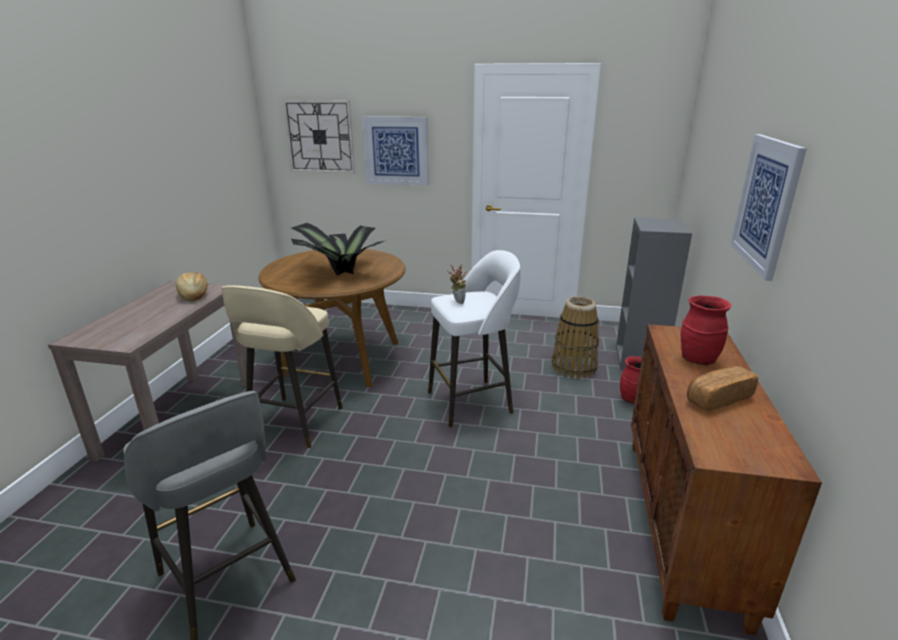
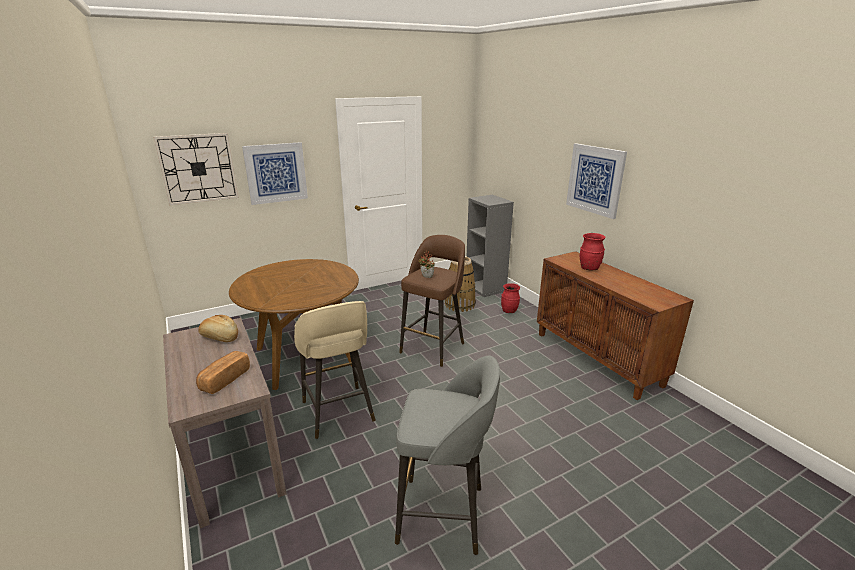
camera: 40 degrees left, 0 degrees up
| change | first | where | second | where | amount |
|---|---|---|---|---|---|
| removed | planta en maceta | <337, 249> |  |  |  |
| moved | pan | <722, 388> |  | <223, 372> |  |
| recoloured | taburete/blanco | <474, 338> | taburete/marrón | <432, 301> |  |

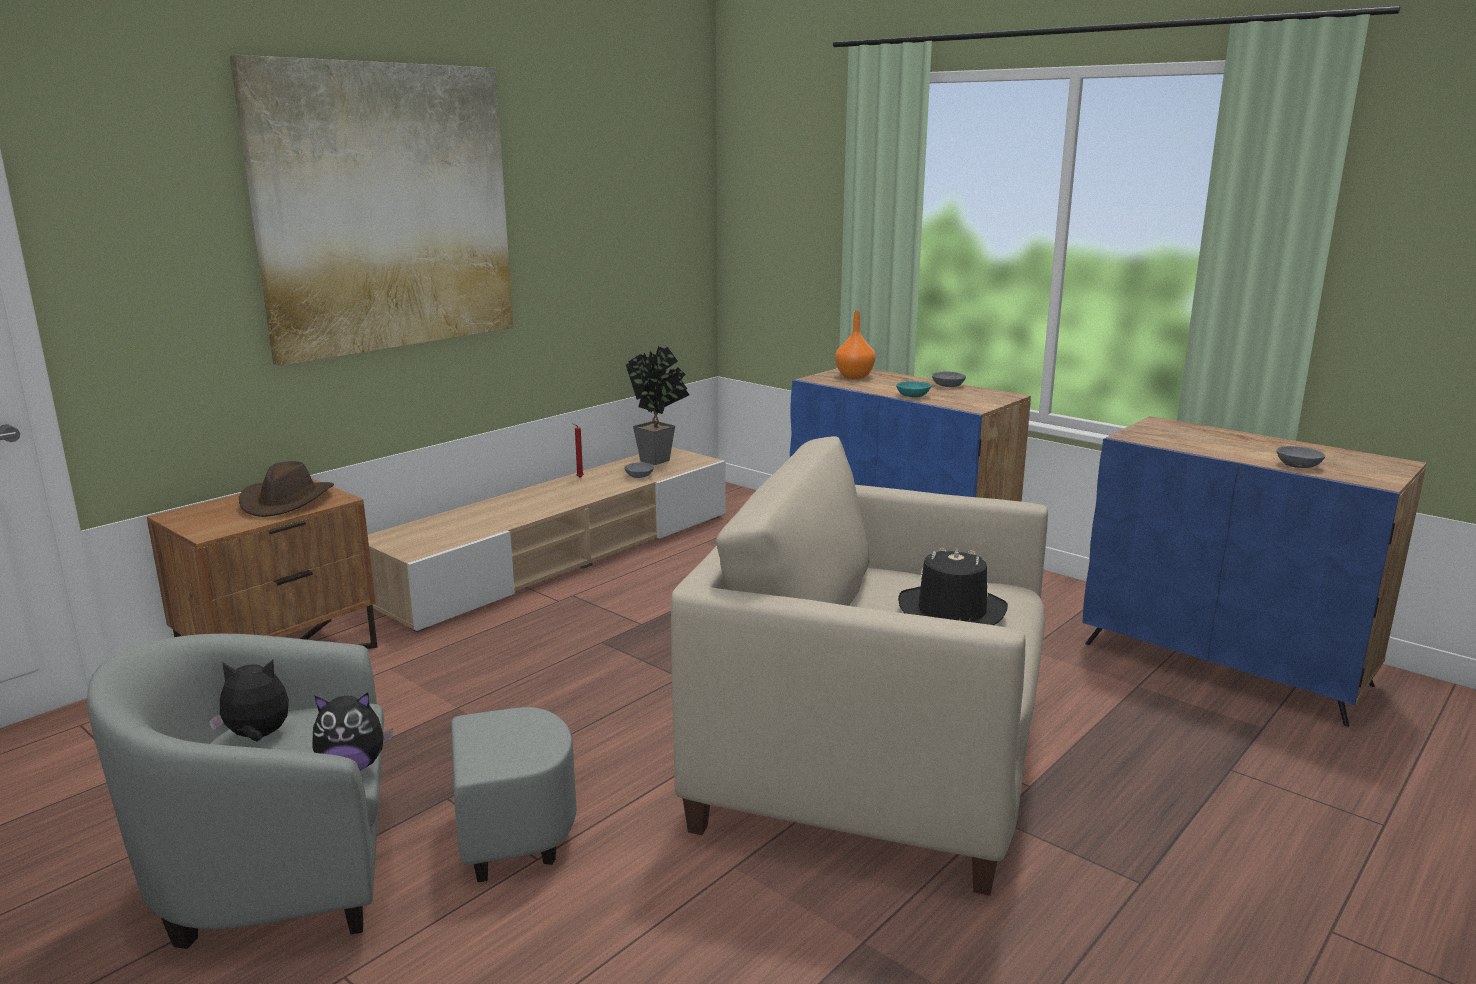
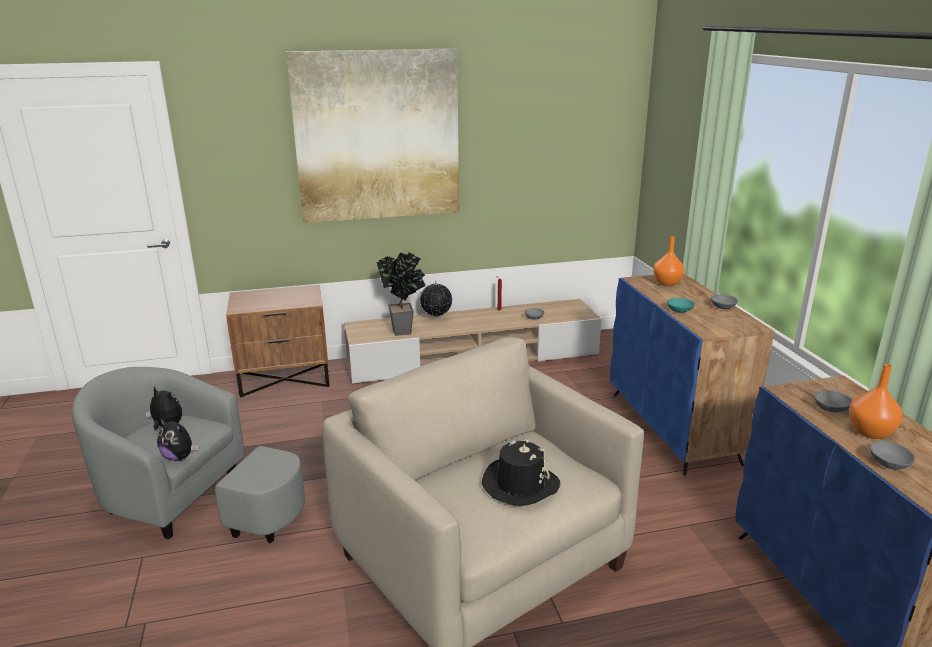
camera: 35 degrees right, 5 degrees up
| change | first | where | second | where | amount |
|---|---|---|---|---|---|
| removed | sombrero/marrón | <286, 489> |  |  |  |
| added |  |  | globo terráqueo | <436, 298> |  |
| added |  |  | cuenco/gris | <833, 401> |  |
| added |  |  | florero/naranja | <876, 401> |  |
| moved | planta en maceta | <658, 405> |  | <401, 294> |  |

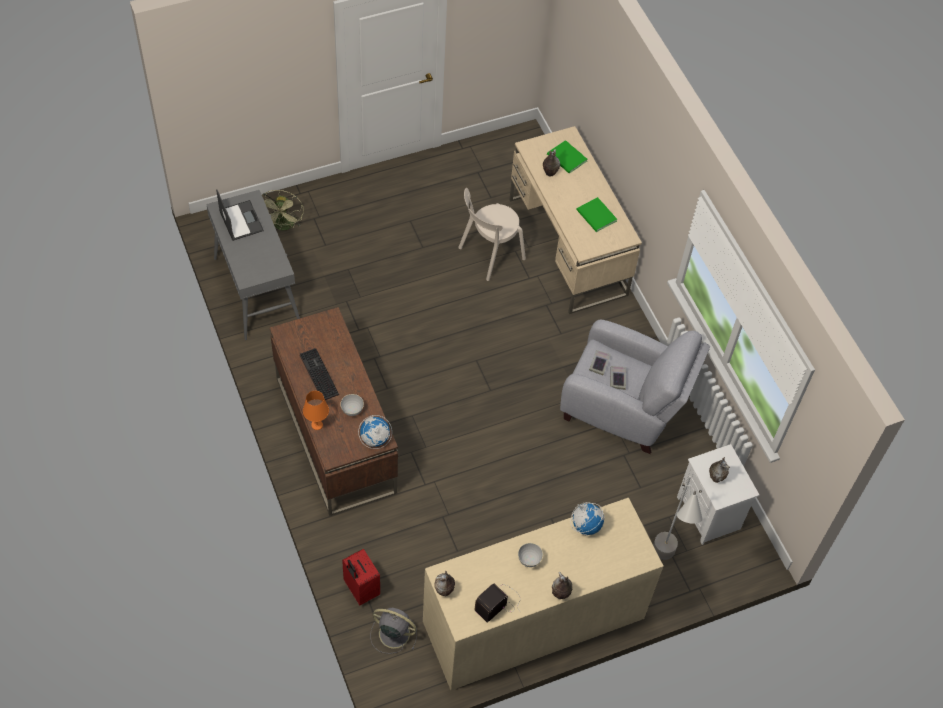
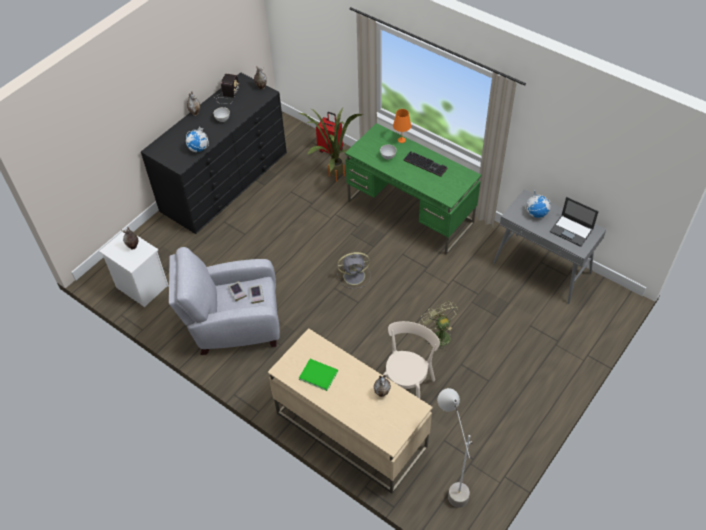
camera: 155 degrees right, 5 degrees down
| change | first | where | second | where | amount |
|---|---|---|---|---|---|
| removed | libro/verde | <567, 157> |  |  |  |
| added |  |  | planta en maceta | <331, 145> |  |
| moved | ventilador/verde | <283, 210> |  | <438, 326> |  |
| moved | globo terráqueo | <375, 432> |  | <537, 204> |  |
| moved | ventilador/gris | <393, 631> |  | <354, 270> |  |
| moved | lámpara de pie/gris | <678, 518> |  | <456, 448> |  |
| recoloured | escritorio/marrón | <334, 411> | escritorio/verde | <413, 189> |  |
| recoloured | cómoda/beis | <543, 594> | cómoda/negro | <214, 153> |  |

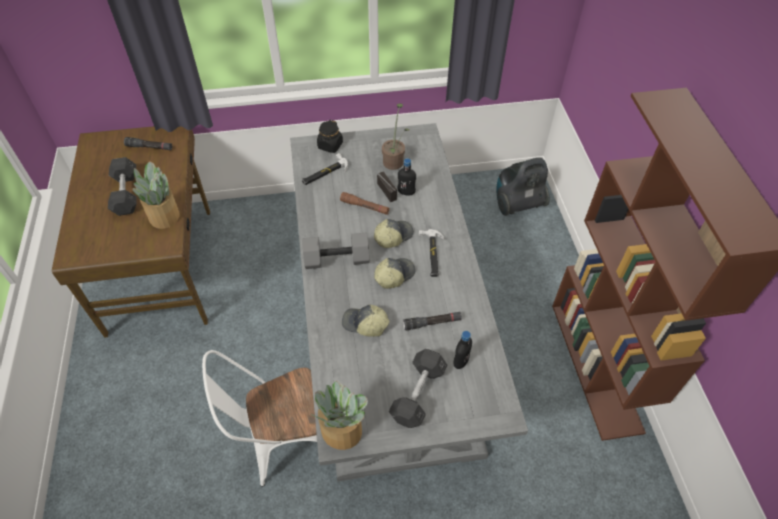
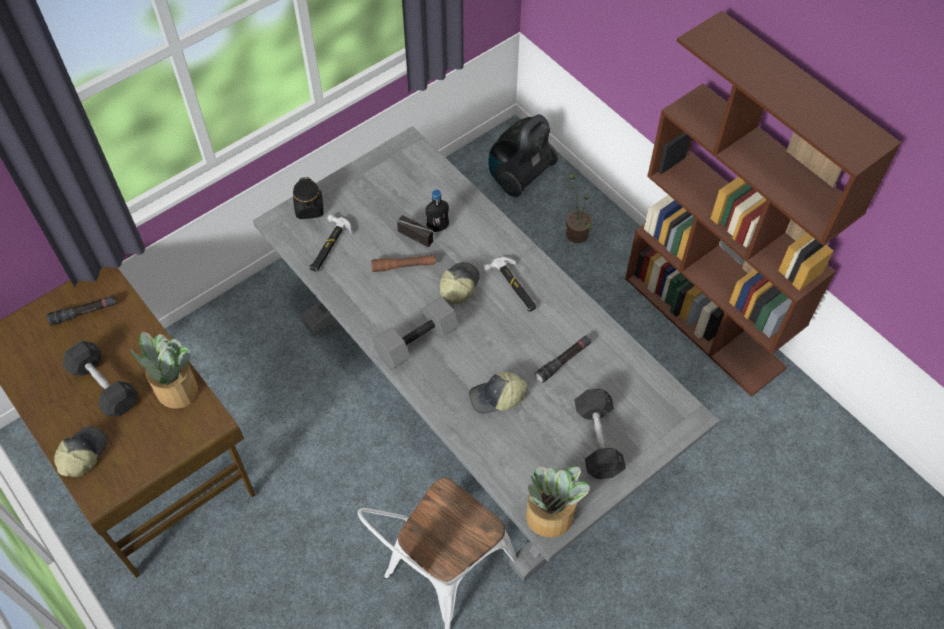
camera: 30 degrees left, 5 degrees up
| change | first | where | second | where | amount |
|---|---|---|---|---|---|
| removed | botella/negro | <463, 350> |  |  |  |
| moved | gorra | <394, 273> |  | <81, 452> |  |
| moved | planta en maceta | <396, 136> |  | <579, 208> |  |

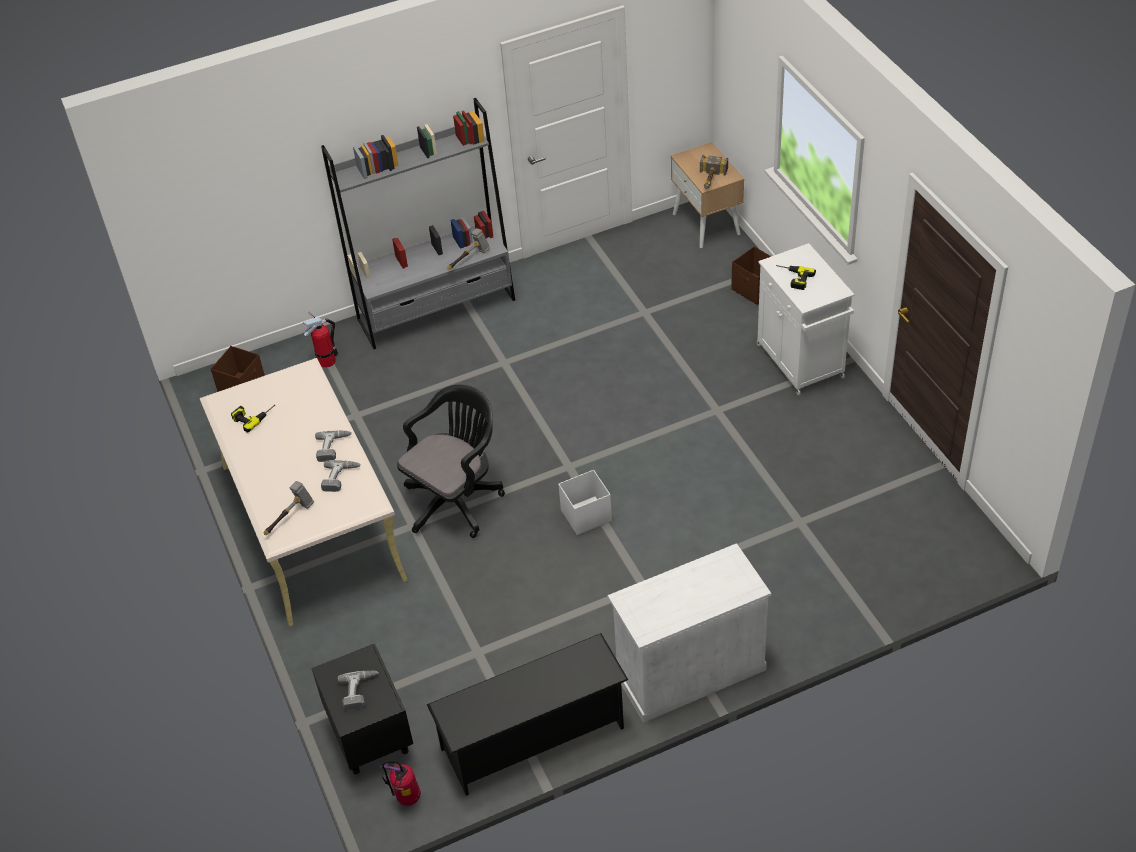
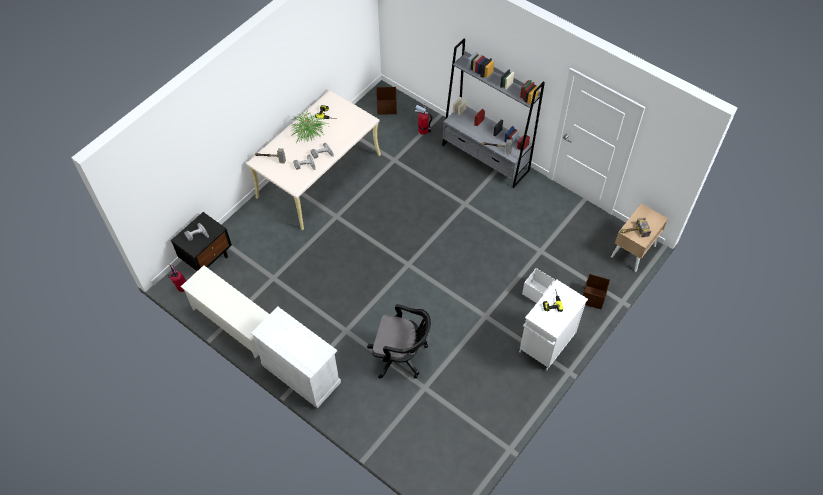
camera: 60 degrees right, 10 degrees up
| change | first | where | second | where | amount |
|---|---|---|---|---|---|
| added |  |  | planta en maceta | <309, 128> |  |
| moved | silla de oficina/negro | <451, 461> |  | <399, 341> |  |
| moved | caja de almacenaje/blanco | <585, 502> |  | <538, 285> |  |
| recoloured | zapatero/negro | <527, 714> | zapatero/blanco | <225, 311> |  |

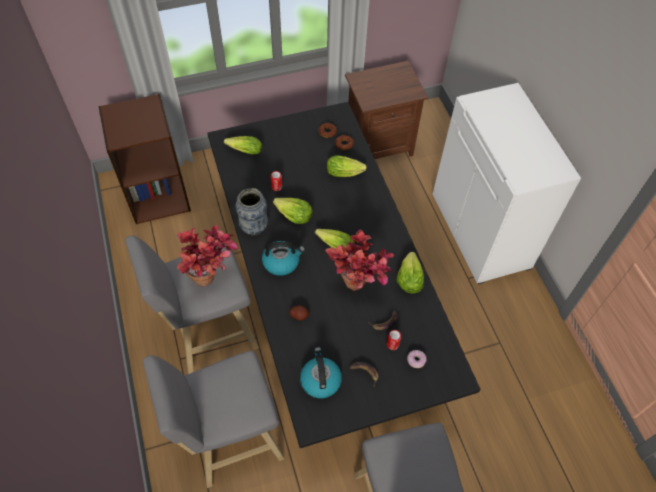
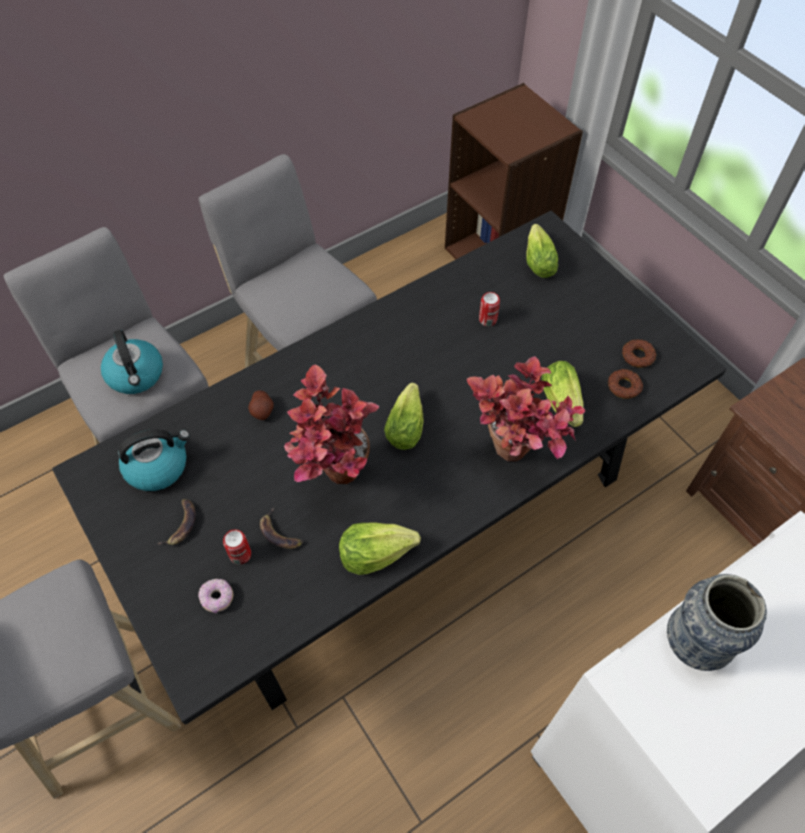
camera: 75 degrees right, 0 degrees up
| change | first | where | second | where | amount |
|---|---|---|---|---|---|
| removed | lechuga | <293, 211> |  |  |  |
| moved | planta en maceta | <207, 256> |  | <526, 408> |  |
| moved | florero | <251, 212> |  | <717, 622> |  |
| moved | hervidor | <283, 258> |  | <132, 362> |  |

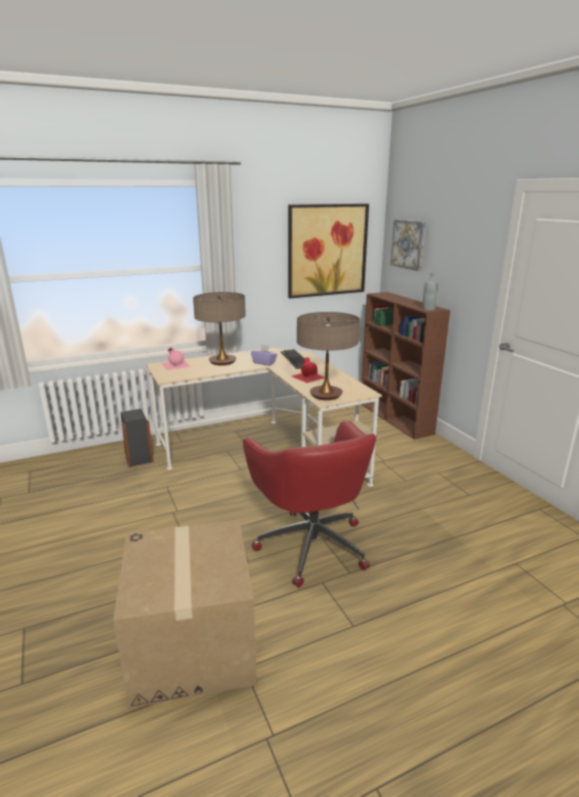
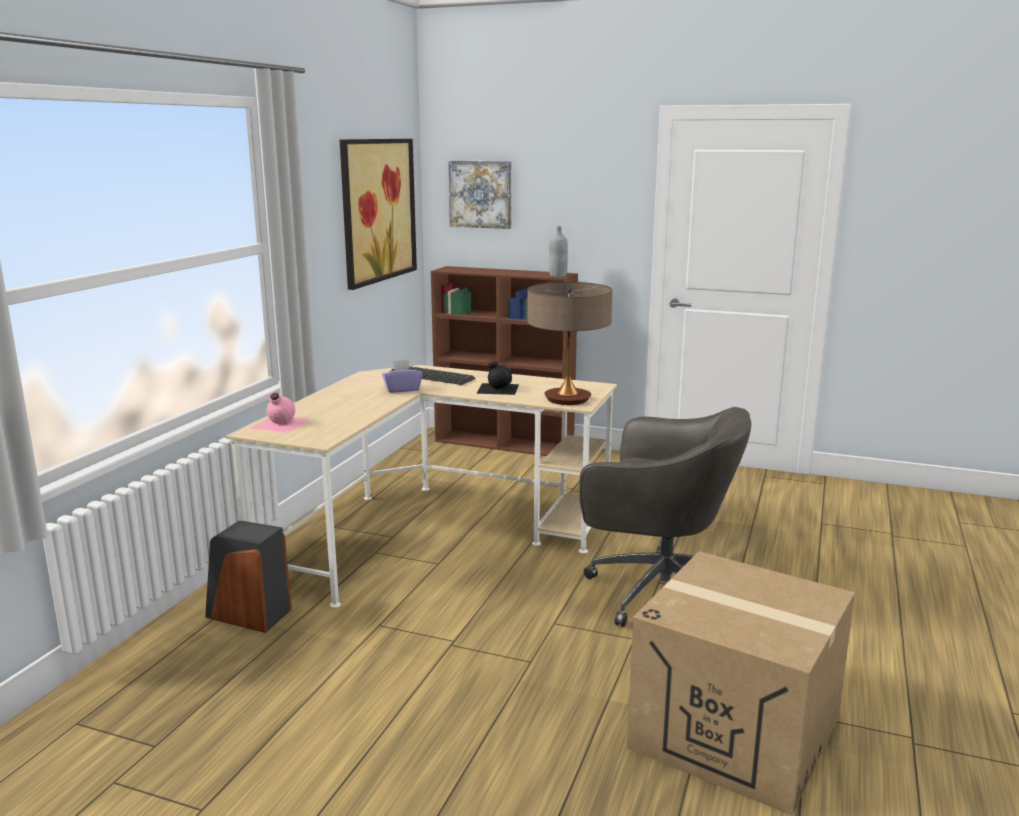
camera: 45 degrees left, 5 degrees down
| change | first | where | second | where | amount |
|---|---|---|---|---|---|
| removed | lámpara de mesa | <219, 329> |  |  |  |
| recoloured | silla de oficina/rojo | <310, 504> | silla de oficina/gris | <665, 517> |  |
| recoloured | botella/rojo | <308, 370> | botella/negro | <498, 377> |  |

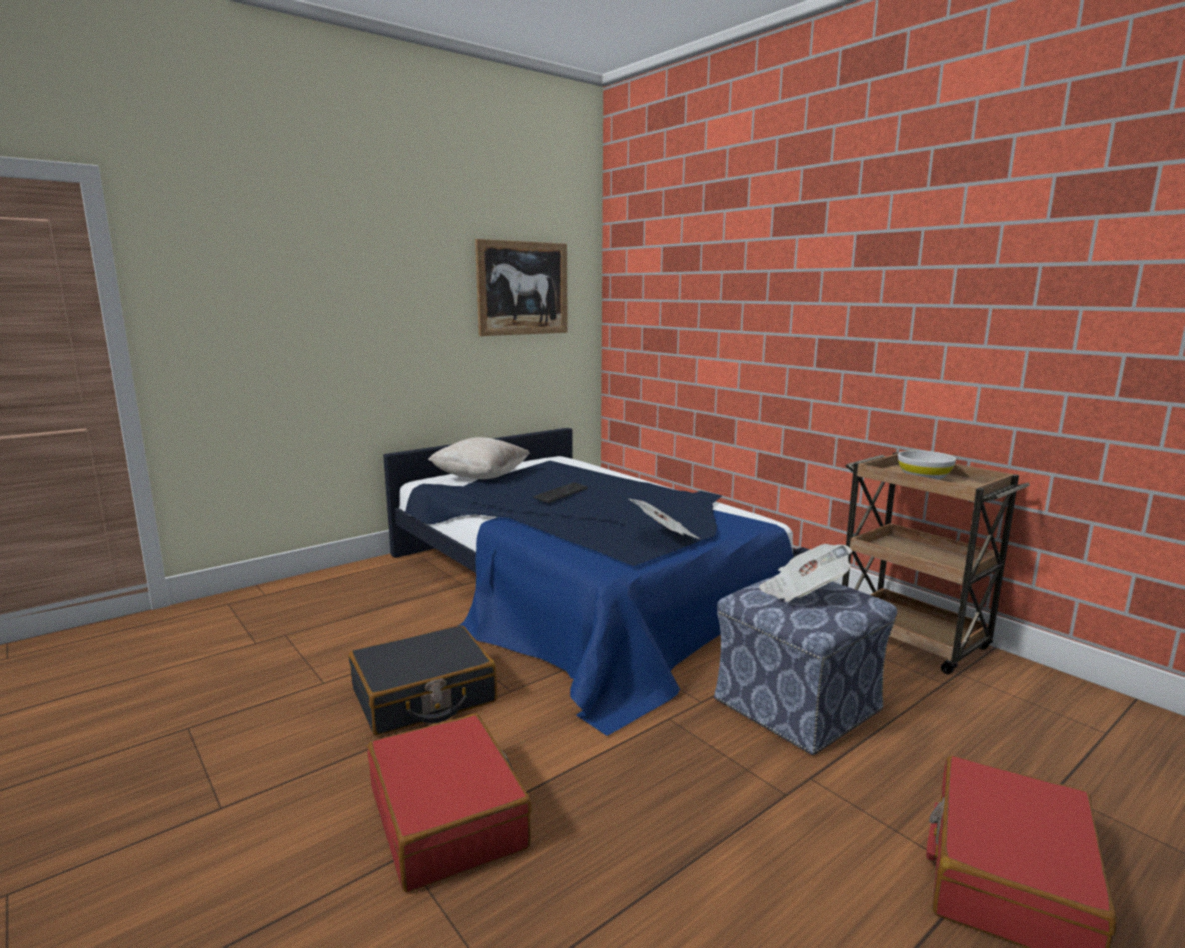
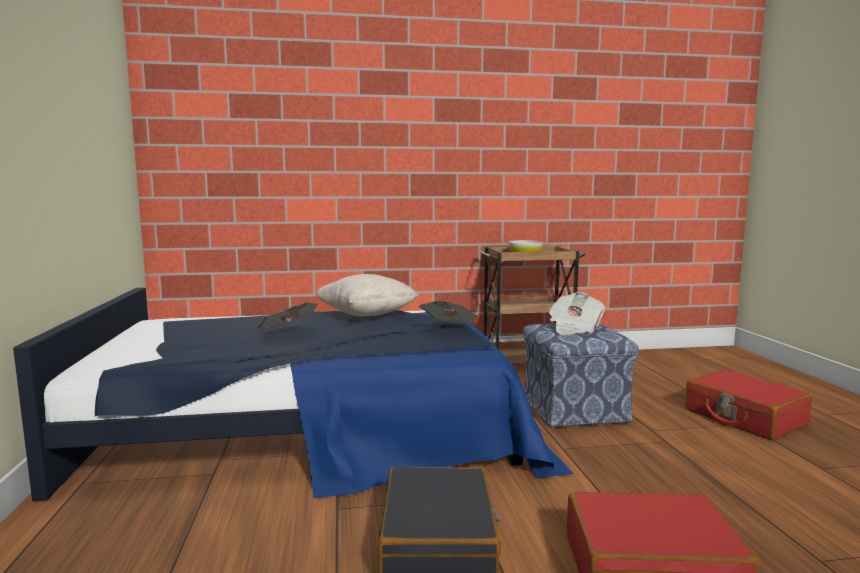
camera: 60 degrees left, 5 degrees down
| change | first | where | second | where | amount |
|---|---|---|---|---|---|
| removed | cuadro | <521, 287> |  |  |  |
| moved | cojín/beis | <479, 458> |  | <367, 295> |  |
| replaced | teclado | <560, 492> | periódico | <287, 316> |  |

